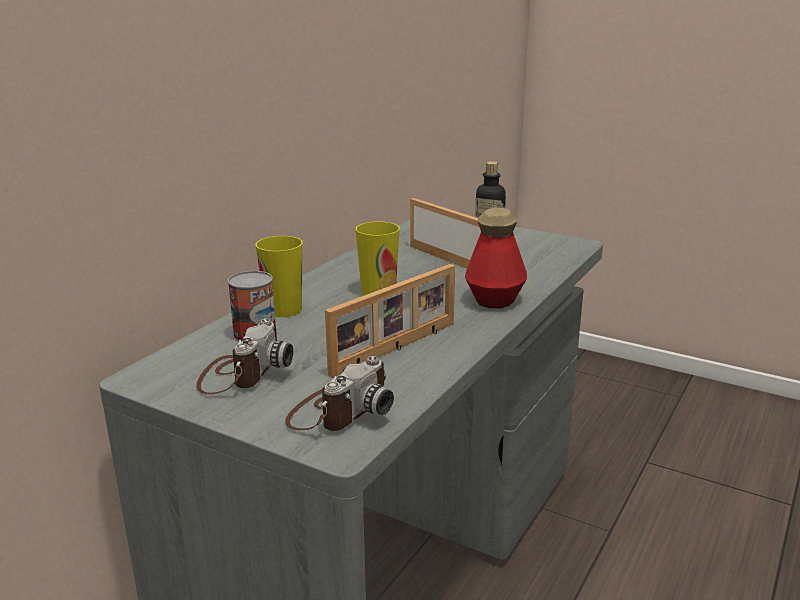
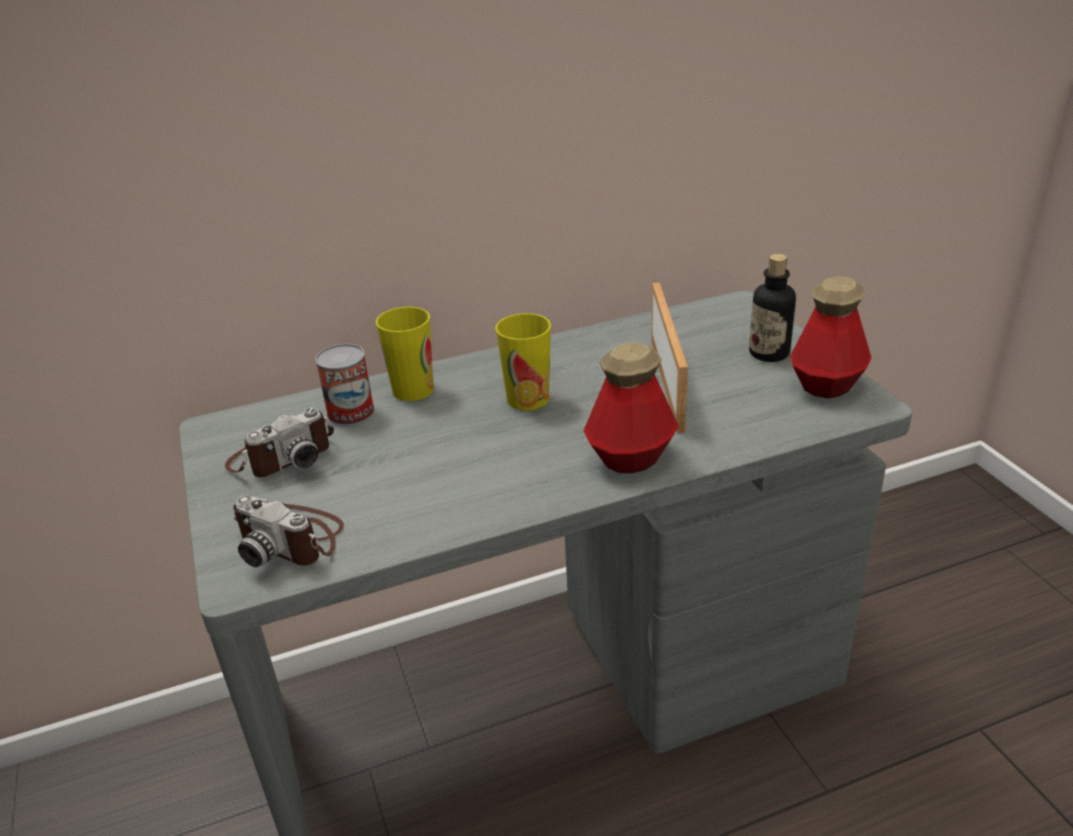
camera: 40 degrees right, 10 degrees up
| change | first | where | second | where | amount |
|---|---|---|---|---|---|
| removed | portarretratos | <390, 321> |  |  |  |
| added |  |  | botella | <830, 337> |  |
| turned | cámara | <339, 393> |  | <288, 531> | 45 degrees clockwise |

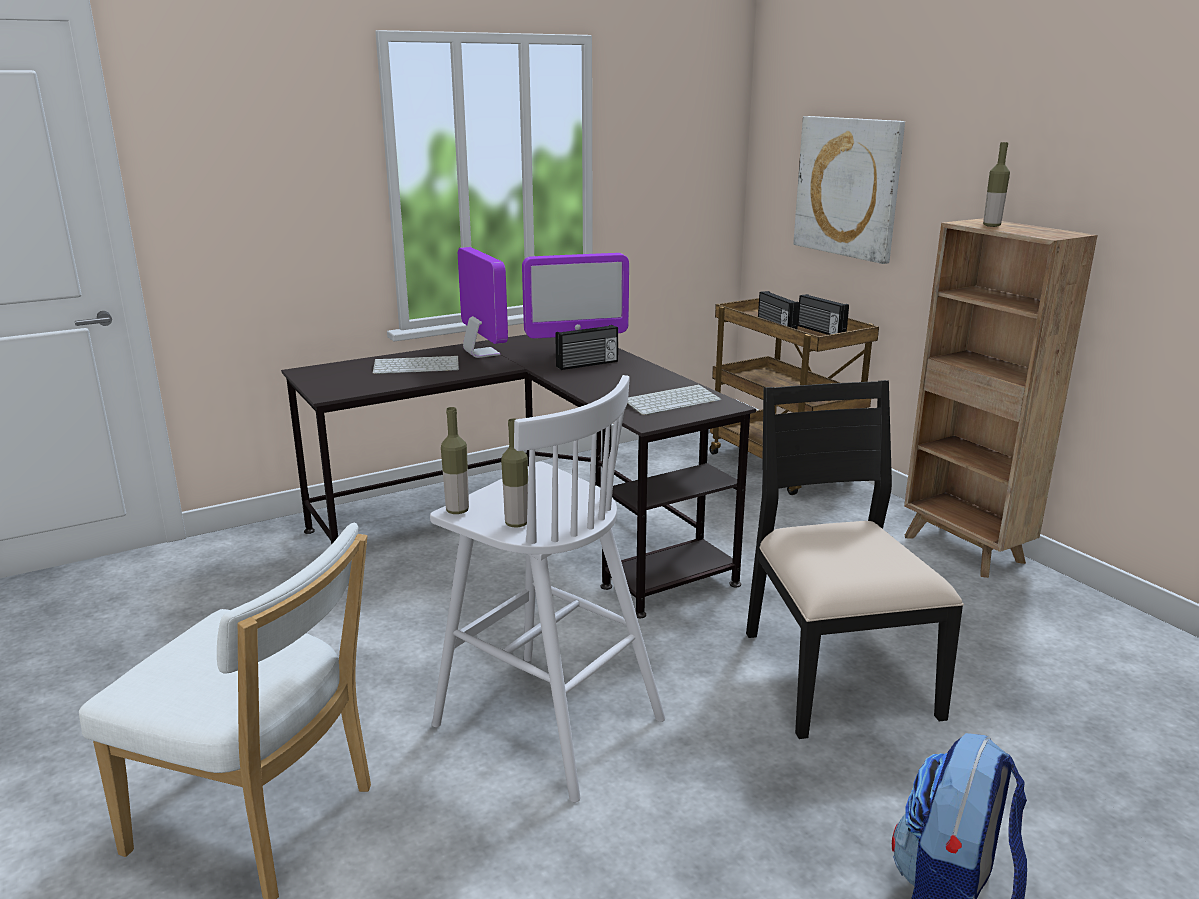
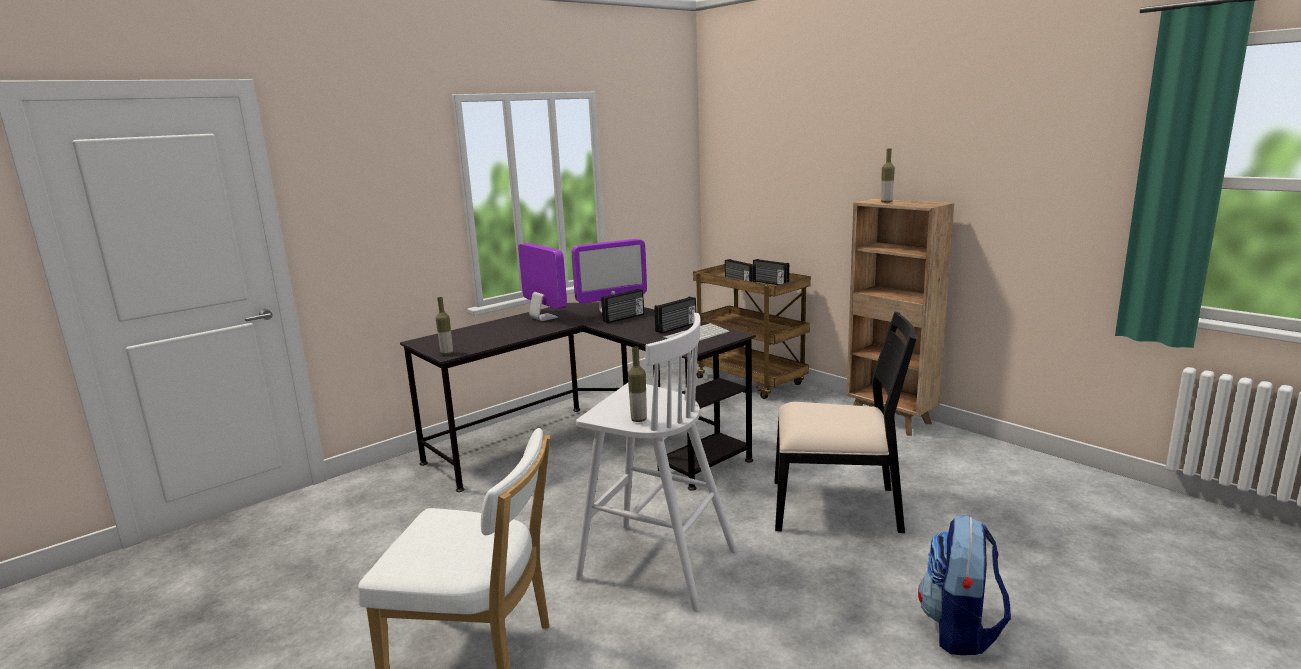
camera: 10 degrees left, 5 degrees down
| change | first | where | second | where | amount |
|---|---|---|---|---|---|
| removed | teclado | <416, 365> |  |  |  |
| removed | cuadro | <849, 190> |  |  |  |
| added |  |  | radio | <675, 315> |  |
| moved | botella | <455, 460> |  | <444, 326> |  |
| turned | silla/negro | <855, 559> |  | <845, 422> | 120 degrees clockwise |

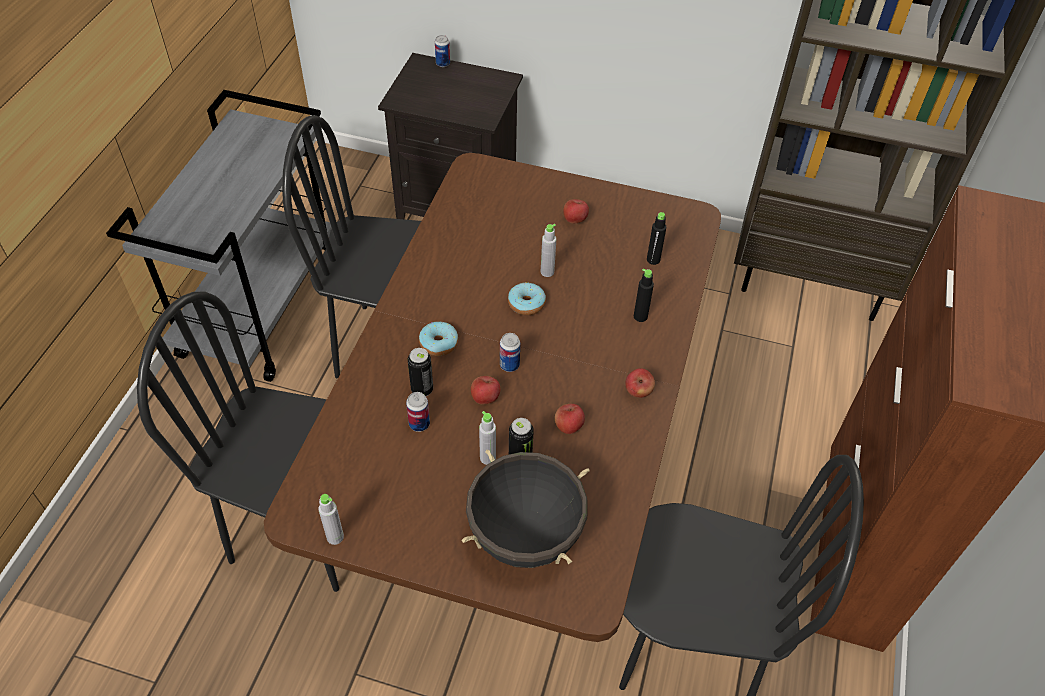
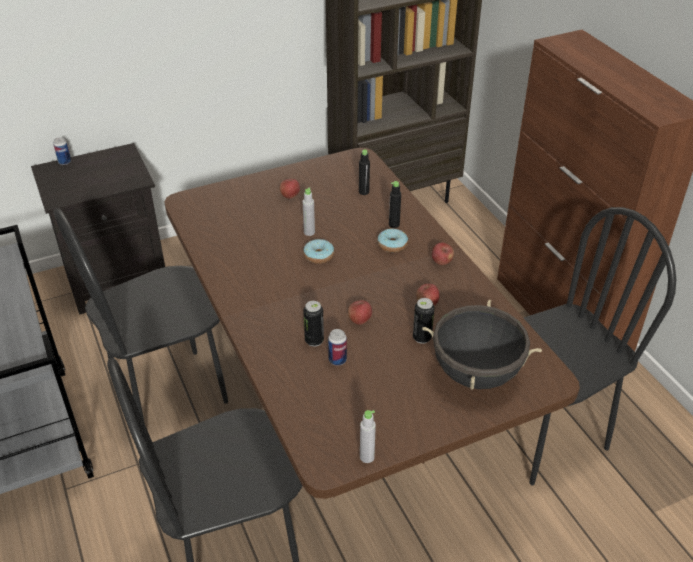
camera: 40 degrees left, 10 degrees down
| change | first | where | second | where | amount |
|---|---|---|---|---|---|
| removed | botella/gris | <487, 438> |  |  |  |
| removed | lata | <510, 352> |  |  |  |
| moved | rosquilla | <438, 339> |  | <392, 240> |  |

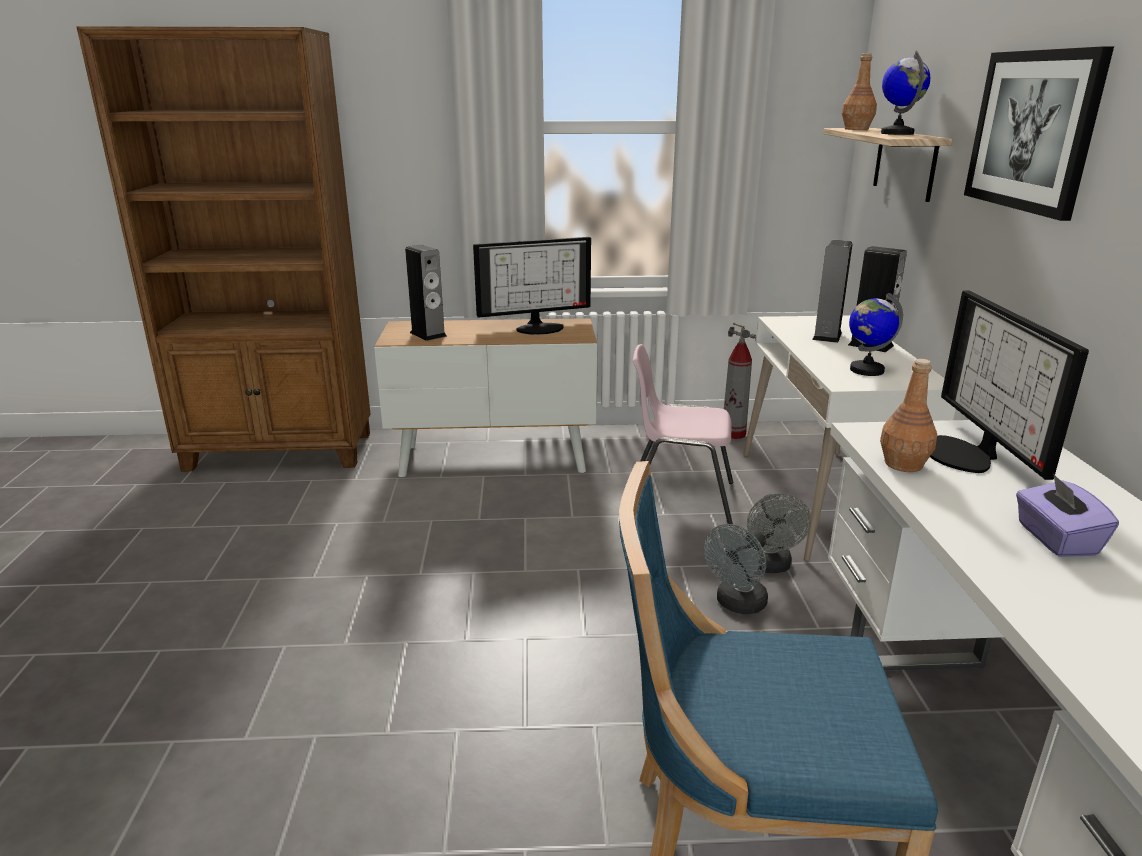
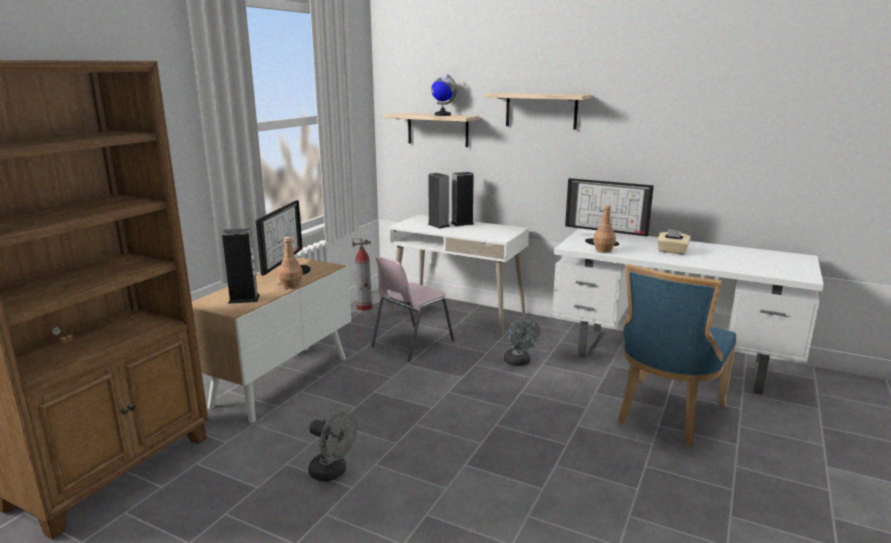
camera: 60 degrees left, 5 degrees down
| change | first | where | second | where | amount |
|---|---|---|---|---|---|
| removed | globo terráqueo | <876, 334> |  |  |  |
| moved | ventilador/gris | <779, 533> |  | <332, 446> |  |
| moved | botella/marrón | <859, 91> |  | <290, 263> |  |
| replaced | cuadro | <1039, 133> | estante | <537, 111> |  |
| recoloured | caja de pañuelos/morado | <1067, 515> | caja de pañuelos/beis | <674, 241> |  |

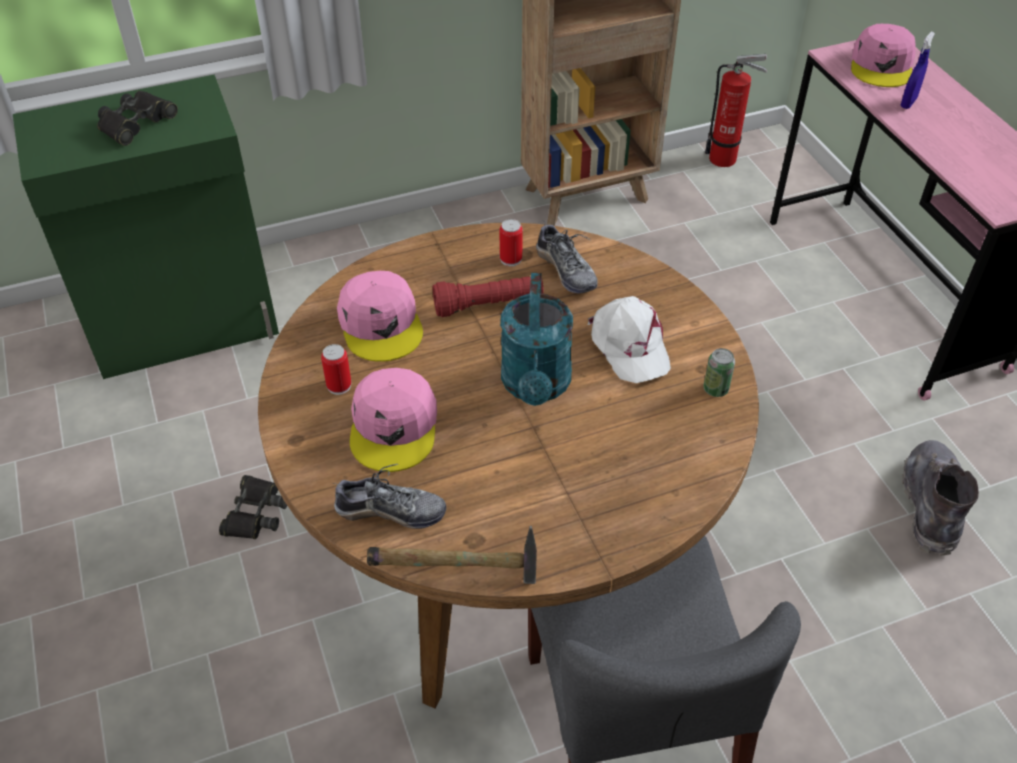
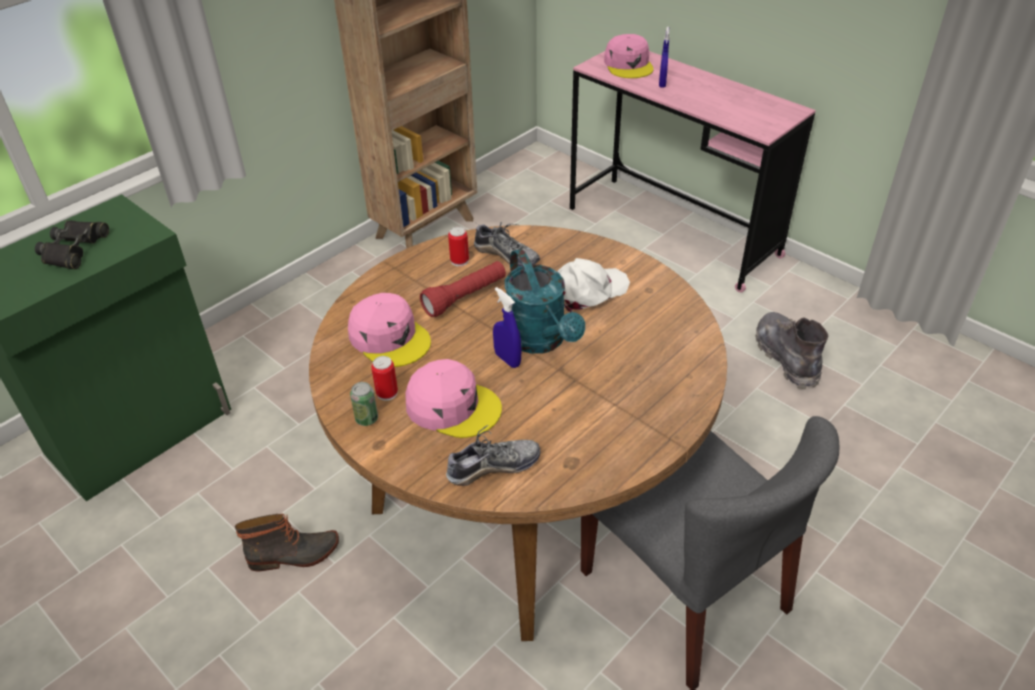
camera: 25 degrees left, 5 degrees down
| change | first | where | second | where | amount |
|---|---|---|---|---|---|
| removed | martillo | <452, 555> |  |  |  |
| removed | extintor | <736, 110> |  |  |  |
| added |  |  | pulverizador/azul | <507, 327> |  |
| moved | lata | <719, 372> |  | <364, 404> |  |
| replaced | prismáticos/negro | <253, 507> | bota | <287, 542> |  |
| turned | gorra/rosa | <393, 420> |  | <453, 398> | 45 degrees counterclockwise |
| turned | gorra/blanco | <629, 339> |  | <593, 285> | 75 degrees counterclockwise |

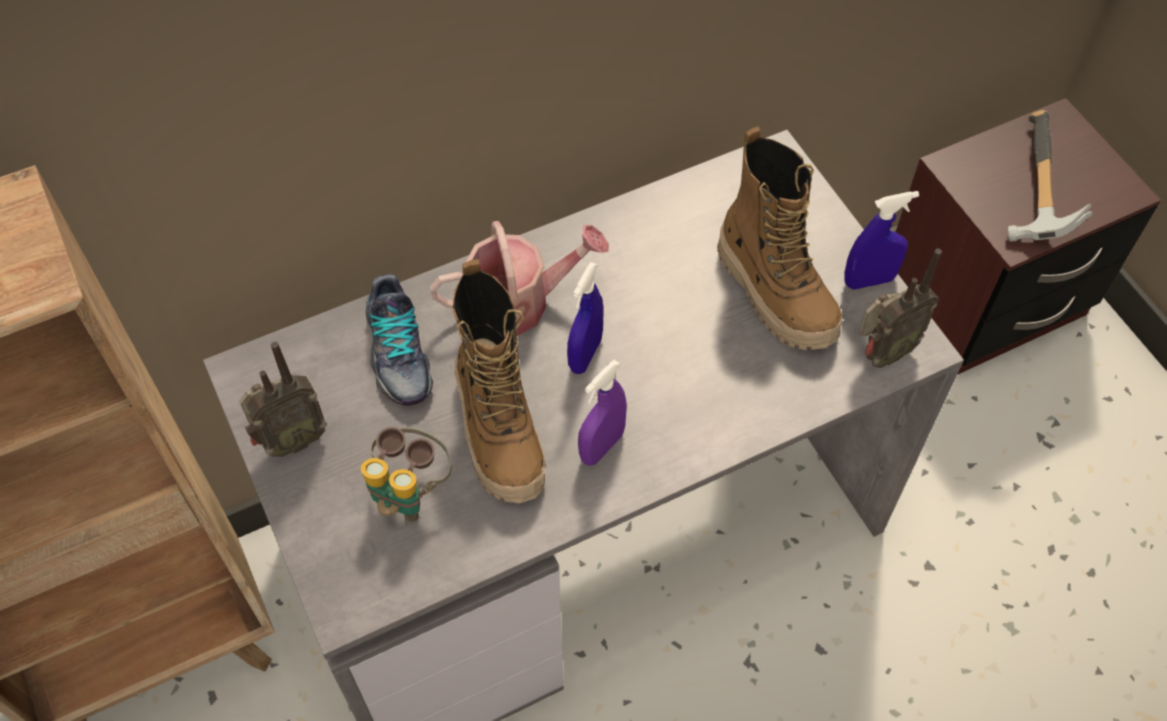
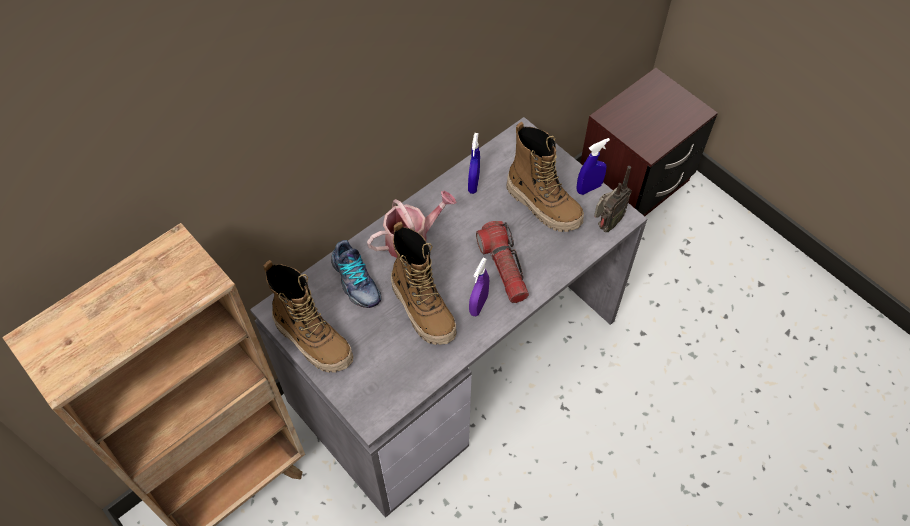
camera: 15 degrees left, 0 degrees up
| change | first | where | second | where | amount |
|---|---|---|---|---|---|
| removed | prismáticos | <406, 474> |  |  |  |
| removed | martillo | <1049, 176> |  |  |  |
| added |  |  | linterna | <502, 262> |  |
| moved | pulverizador/azul | <585, 318> |  | <474, 163> |  |
| replaced | radio | <283, 399> | bota | <308, 316> |  |

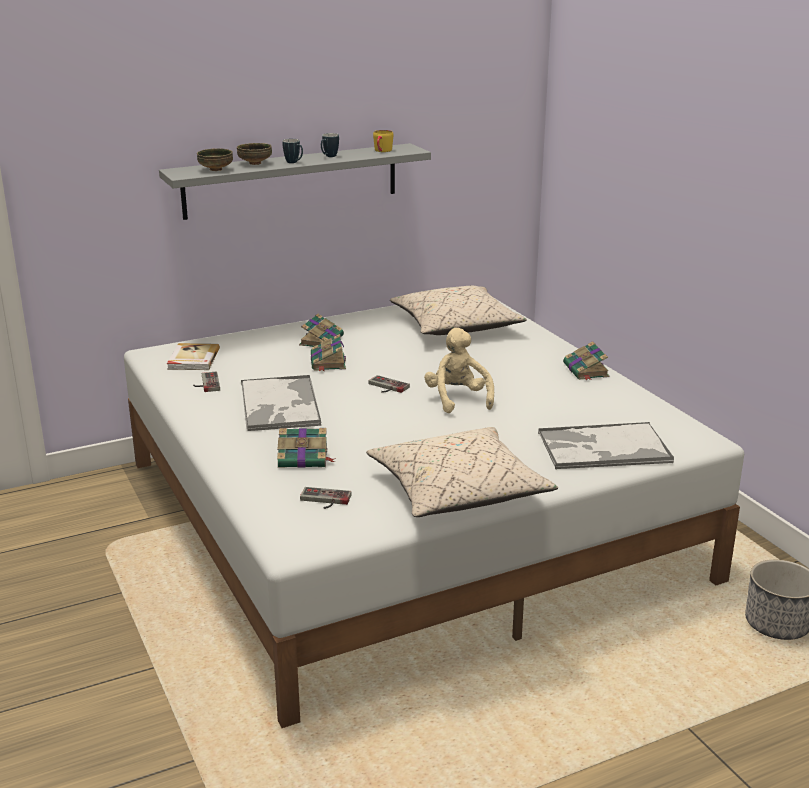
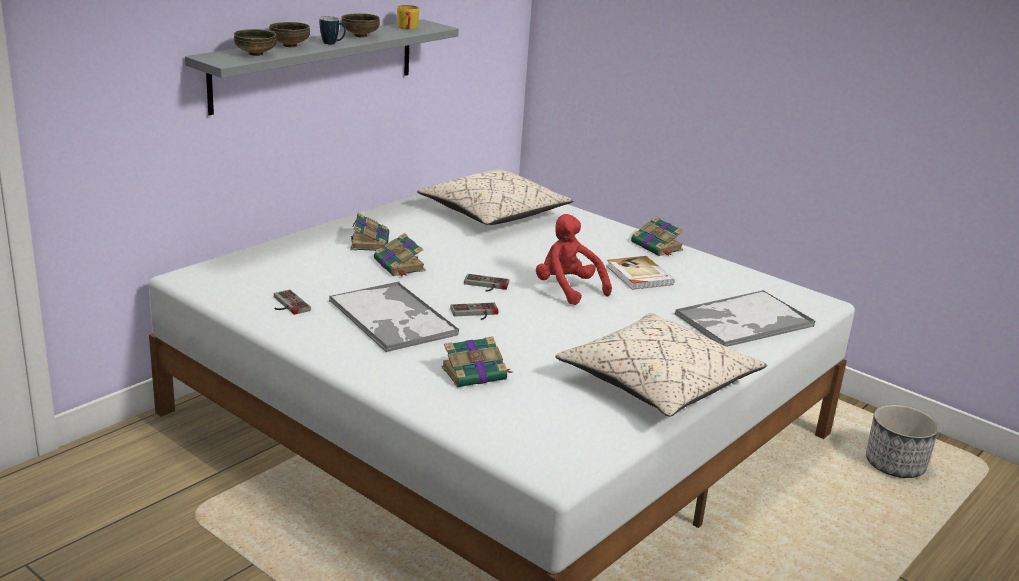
camera: 25 degrees left, 0 degrees up
| change | first | where | second | where | amount |
|---|---|---|---|---|---|
| moved | libro | <193, 356> |  | <641, 273> |  |
| moved | mando de consola | <326, 498> |  | <474, 311> |  |
| replaced | taza grande | <330, 145> | cuenco | <360, 25> |  |
| recoloured | peluche/beis | <459, 370> | peluche/rojo | <574, 259> |  |

